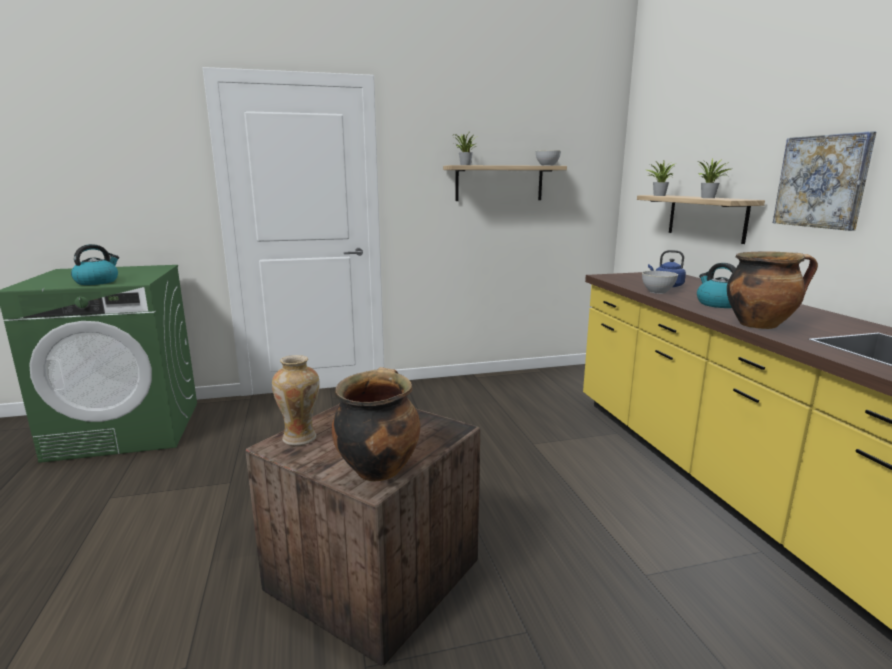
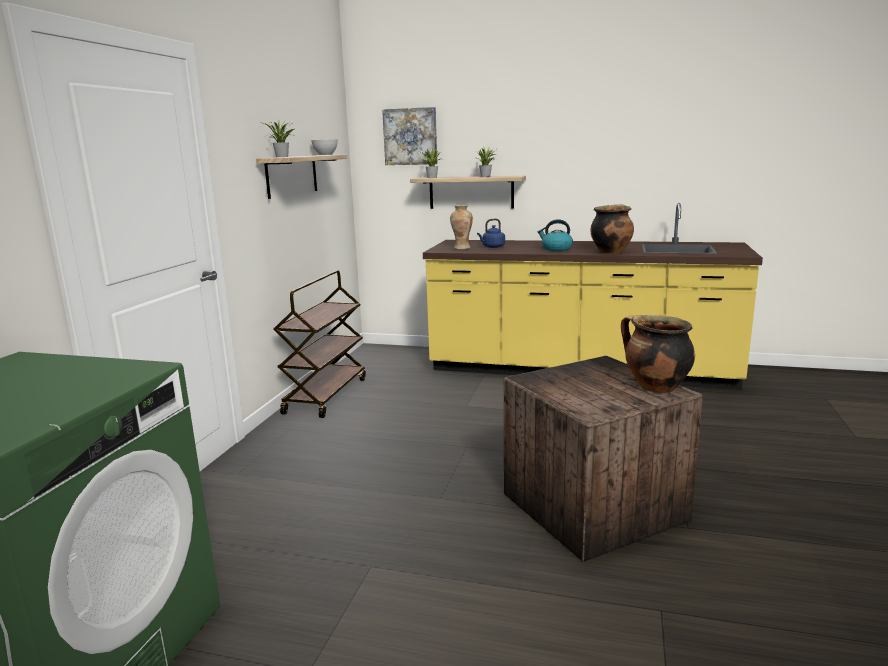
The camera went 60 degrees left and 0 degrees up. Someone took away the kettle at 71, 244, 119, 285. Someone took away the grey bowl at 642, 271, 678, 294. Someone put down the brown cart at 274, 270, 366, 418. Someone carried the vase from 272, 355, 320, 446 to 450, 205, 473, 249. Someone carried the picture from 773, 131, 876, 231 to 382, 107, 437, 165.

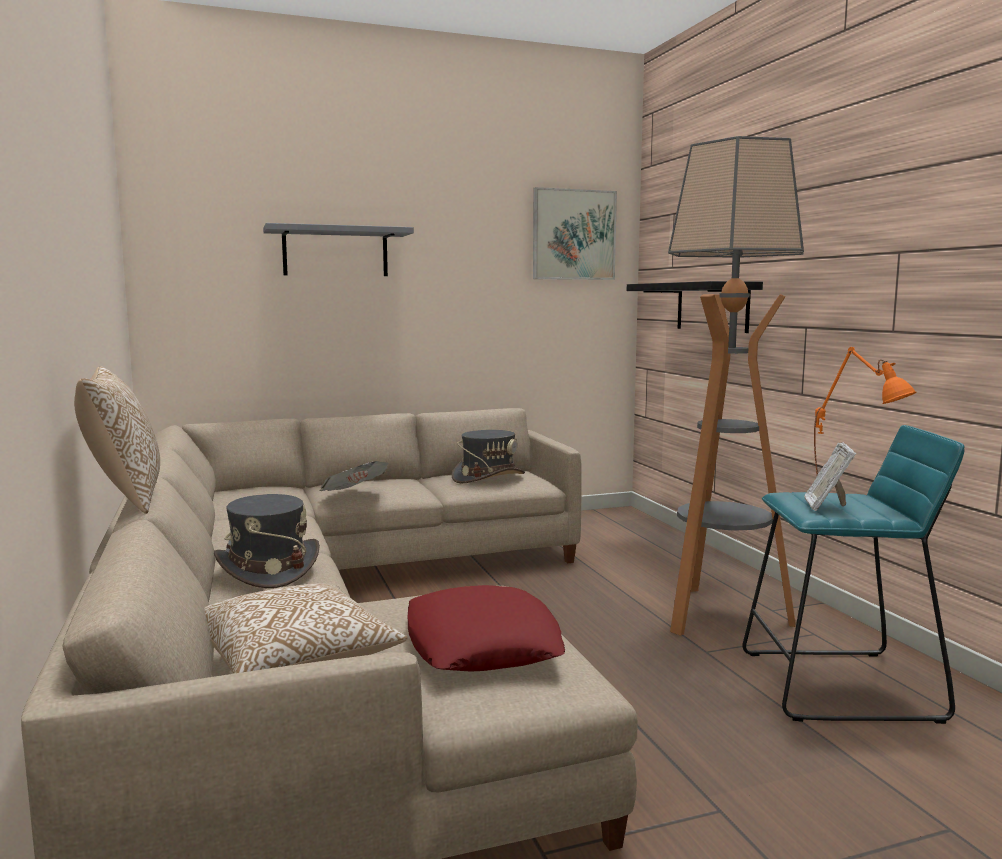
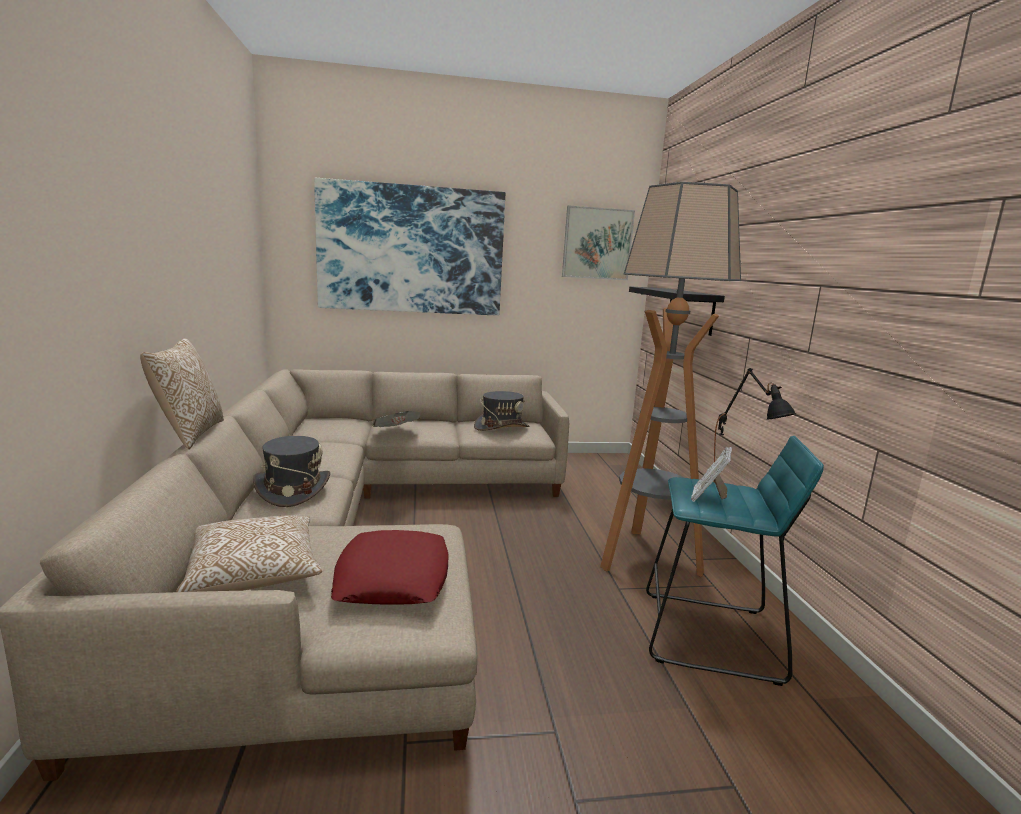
The camera went 10 degrees right and 5 degrees up. Someone swapped the grey shelf at 263, 223, 414, 276 for the picture at 314, 178, 505, 316. Someone repainted the orange table lamp at 814, 347, 917, 475, which became the black table lamp at 714, 368, 796, 483.

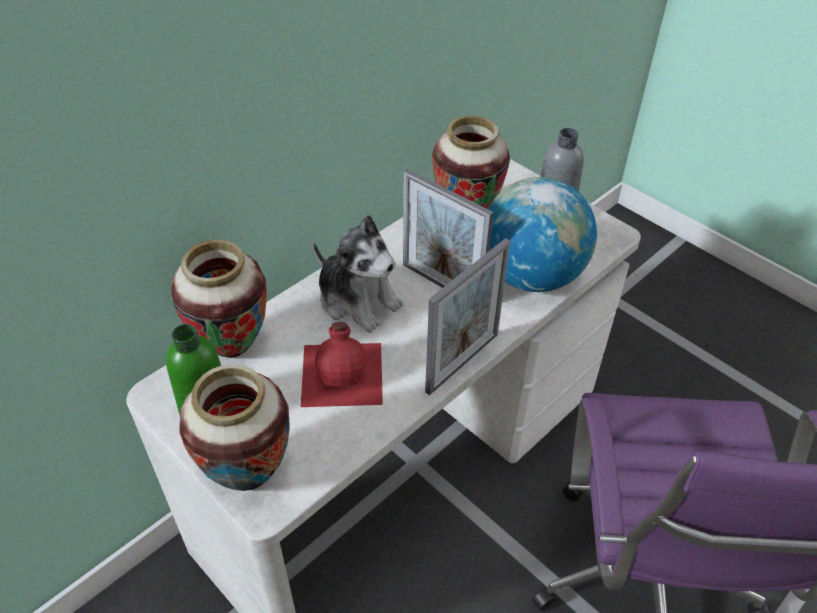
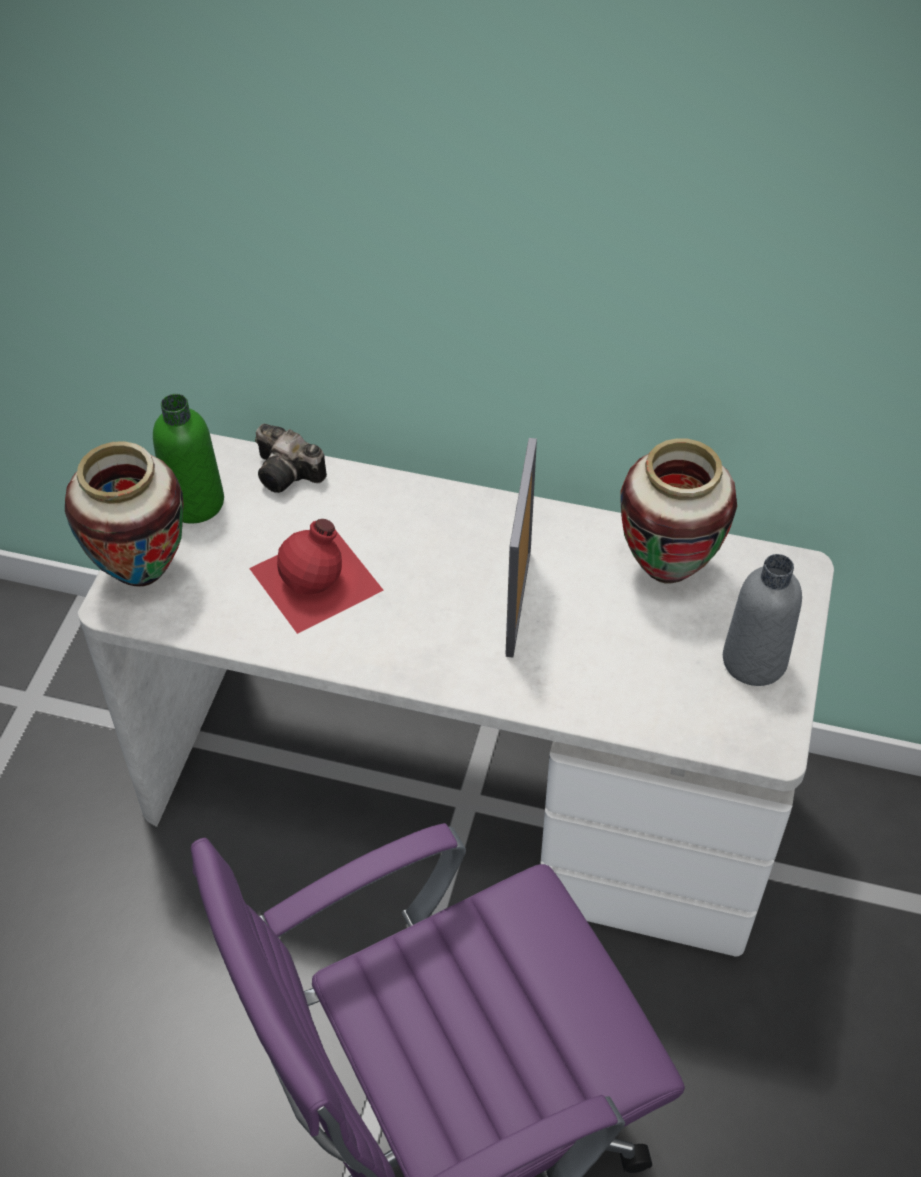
The camera went 60 degrees right and 5 degrees up. Someone took away the plush toy at 313, 215, 403, 333. Someone took away the picture frame at 425, 238, 510, 395. Someone took away the globe at 488, 177, 597, 292. Someone swapped the vase at 171, 240, 267, 358 for the photo camera at 255, 424, 327, 493.

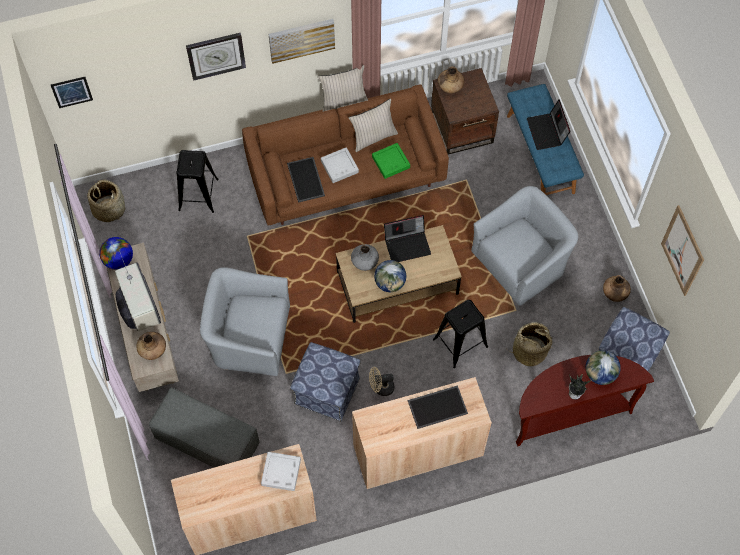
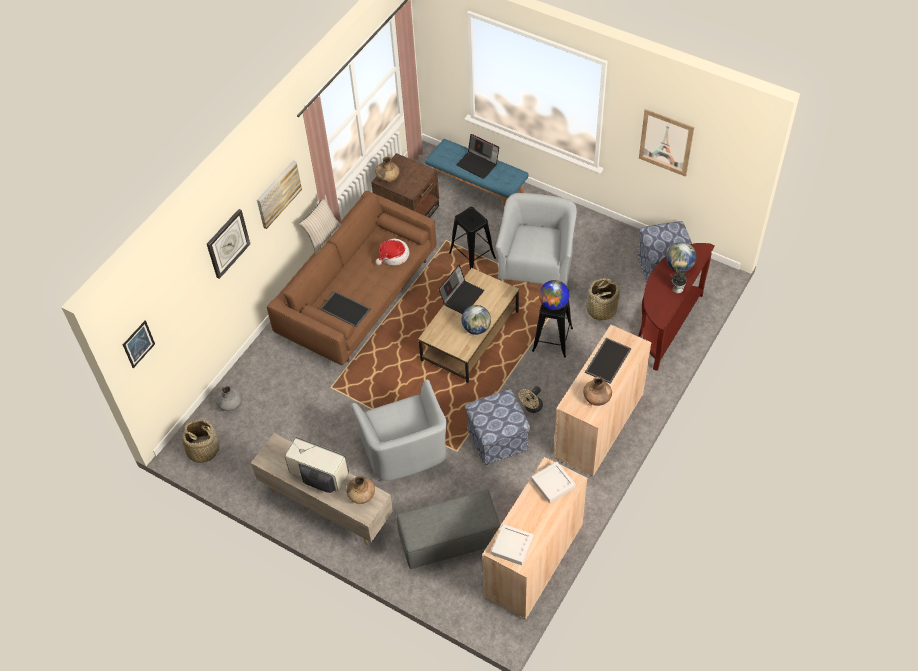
The camera went 40 degrees left and 10 degrees down. Someone took away the beige pillow at 348, 98, 398, 152. Someone carried the globe from 99, 237, 133, 270 to 539, 280, 569, 310. Someone carried the black stool from 176, 150, 219, 213 to 449, 207, 496, 269. Someone carried the grey tray from 321, 147, 359, 183 to 491, 524, 533, 565. Someone carried the grey vase from 351, 244, 379, 271 to 216, 385, 242, 411. Someone carried the brown vase from 603, 275, 631, 302 to 583, 377, 612, 406. Someone swapped the green tray at 372, 143, 410, 179 for the hat at 376, 239, 410, 265. Someone rotated the grey armchair at 200, 267, 290, 376 by 75 degrees counterclockwise.

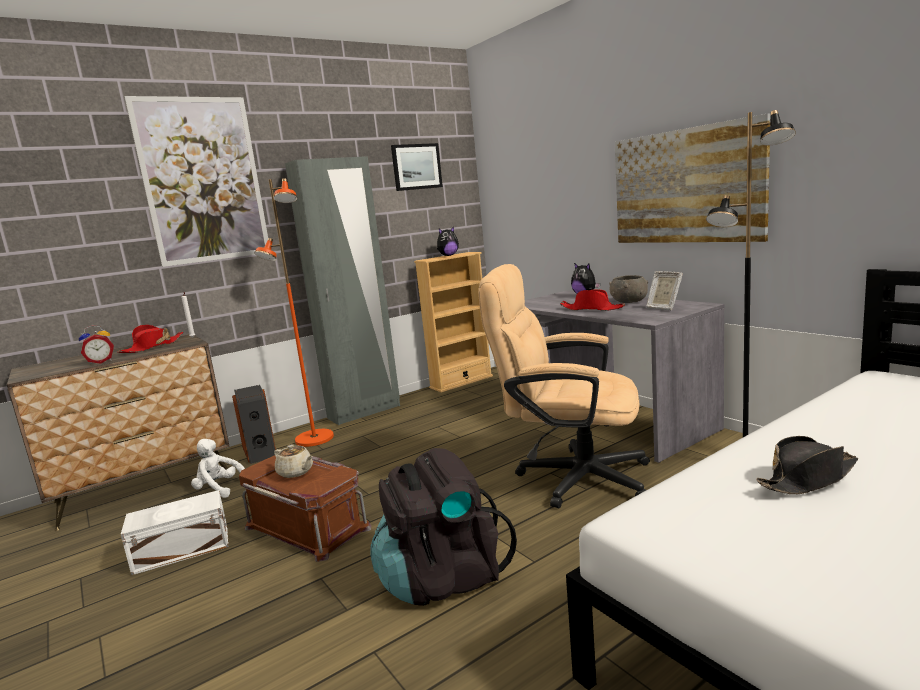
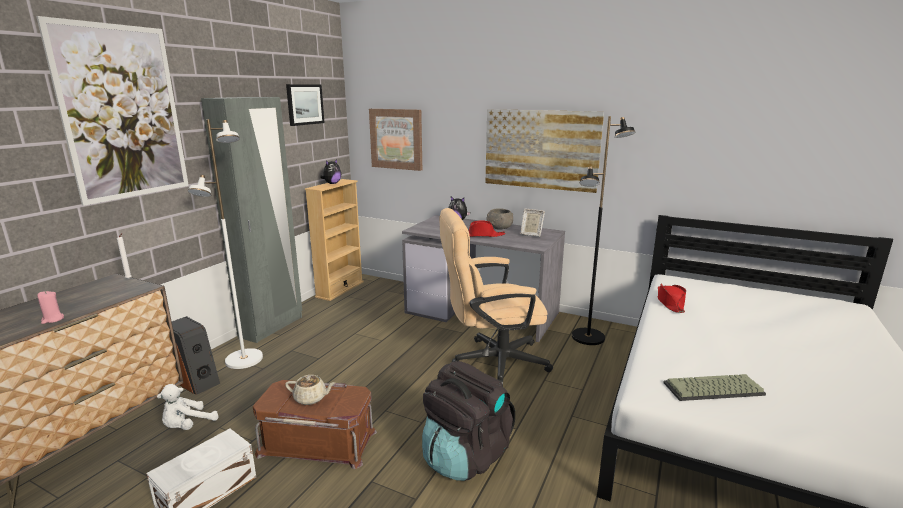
The camera went 30 degrees left and 5 degrees up. Someone took away the black hat at 756, 436, 858, 494. Someone put up the picture at 369, 109, 422, 171. Someone put down the keyboard at 663, 374, 766, 401. Someone carried the red hat from 117, 325, 183, 353 to 658, 284, 686, 313. Someone swapped the alarm clock at 79, 326, 114, 365 for the pink candle at 37, 291, 64, 324. Someone repainted the orange floor lamp at 254, 178, 334, 447, which became the white floor lamp at 188, 119, 263, 369. Someone rotated the white plush toy at 191, 439, 245, 498 by 45 degrees counterclockwise.

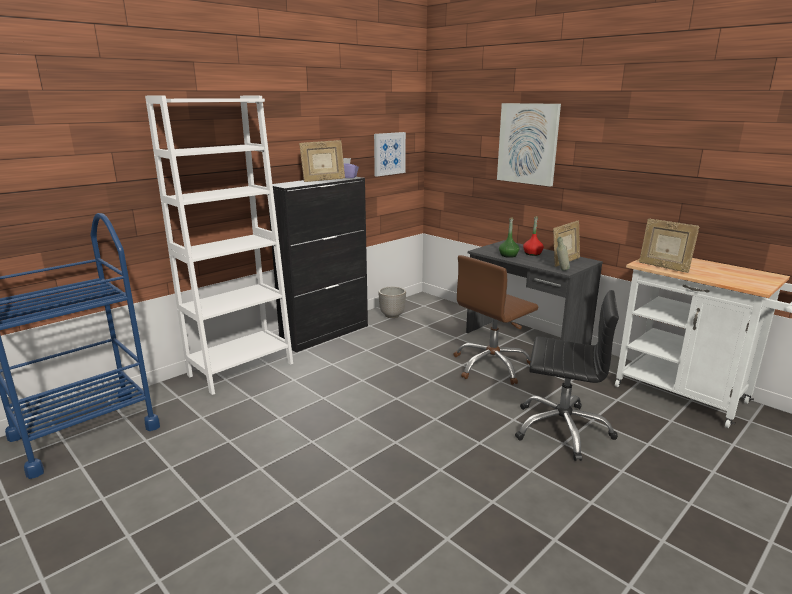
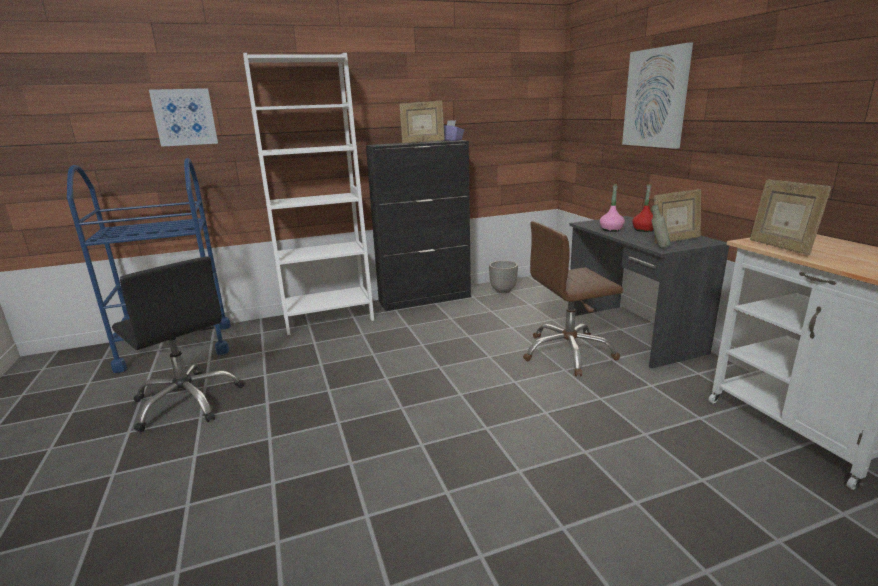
The camera went 25 degrees right and 0 degrees up. Someone carried the picture from 374, 132, 406, 177 to 149, 88, 218, 147. Someone carried the black office chair from 515, 290, 619, 461 to 112, 256, 244, 432. Someone repainted the green bottle at 499, 217, 519, 258, which became the pink bottle at 600, 184, 625, 232.

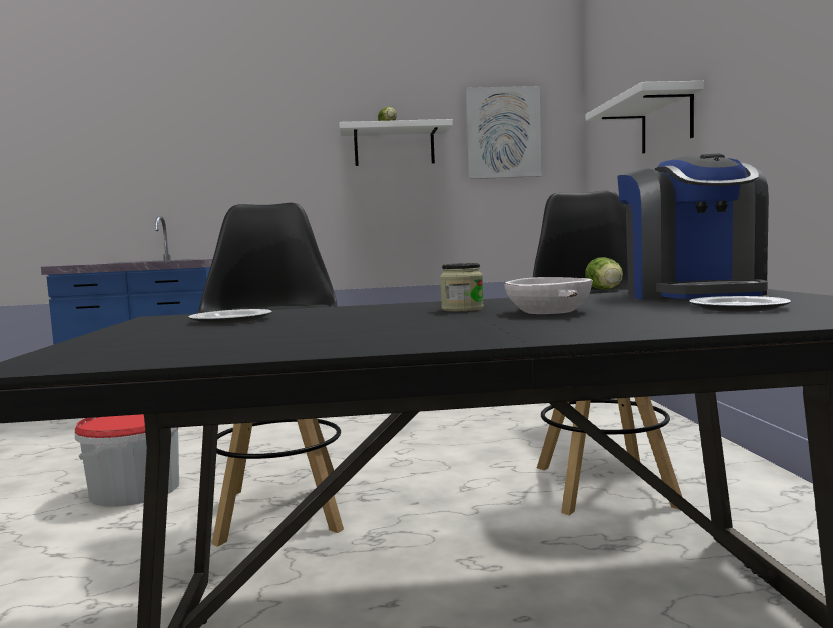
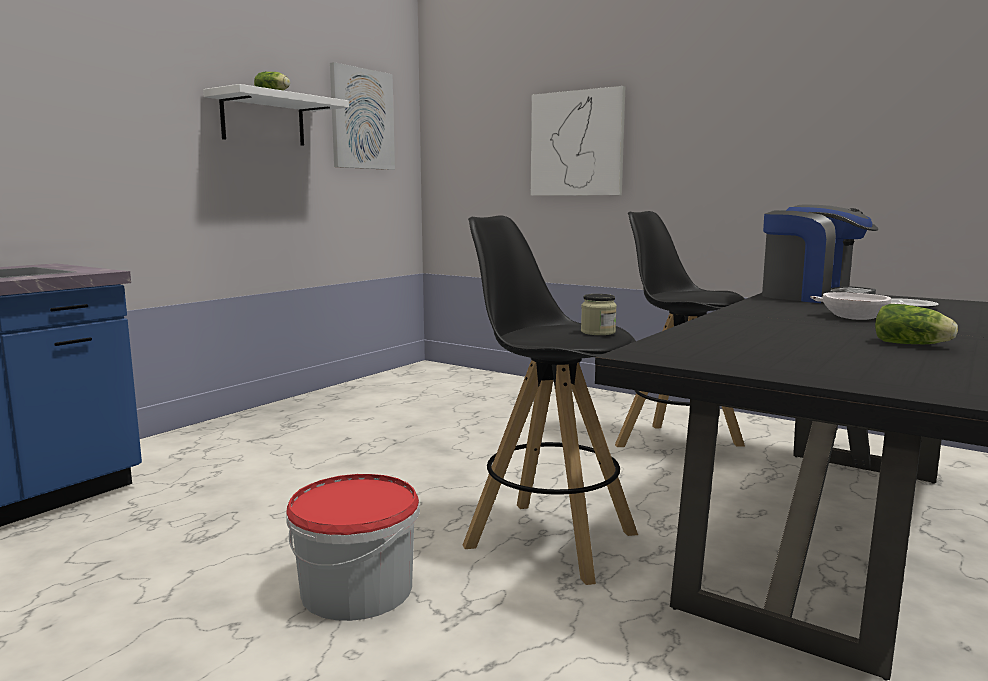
The camera went 50 degrees left and 5 degrees up. Someone took away the plate at 189, 309, 272, 324. Someone carried the jar from 440, 263, 484, 311 to 581, 294, 617, 335. Someone carried the lettuce from 585, 257, 623, 290 to 875, 304, 958, 344. Someone swapped the white shelf at 586, 81, 704, 154 for the picture at 531, 86, 625, 196.

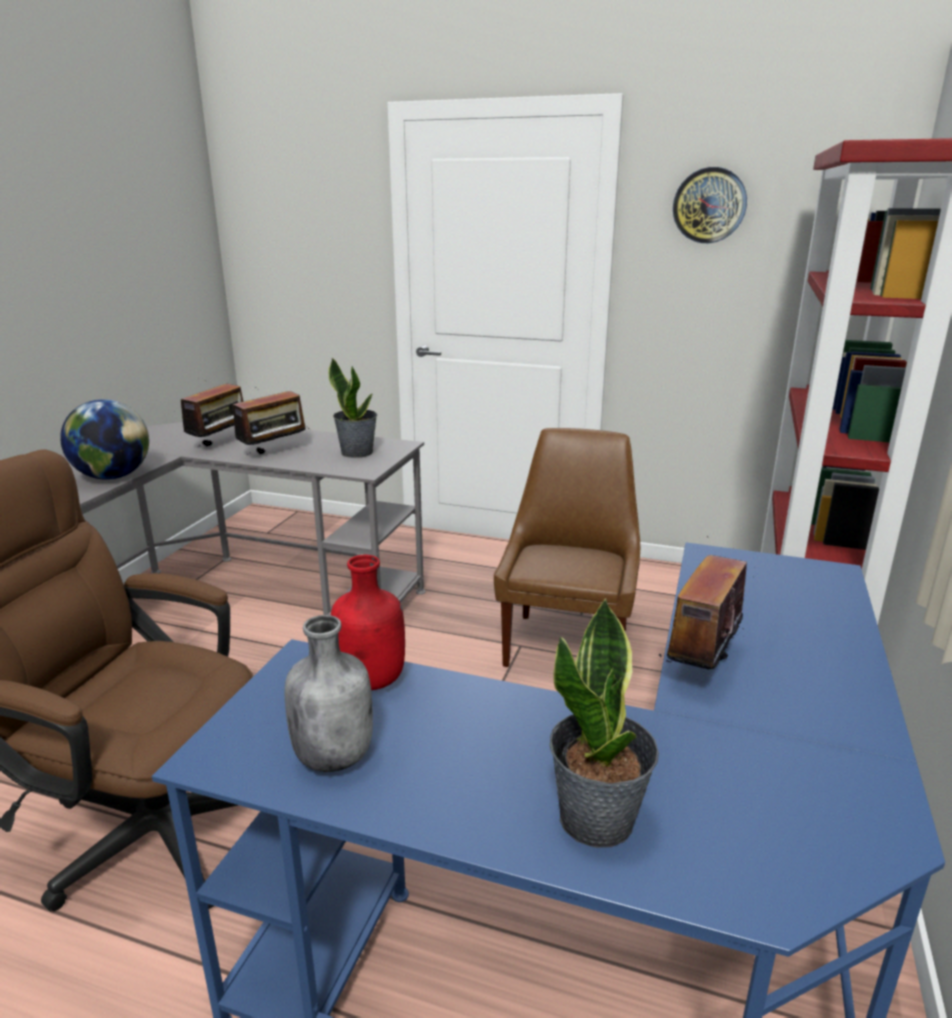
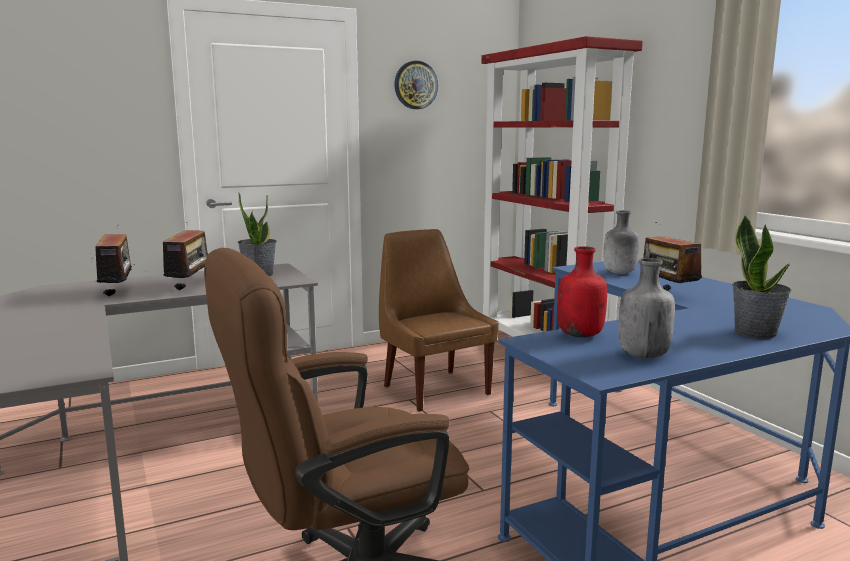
The camera went 45 degrees left and 10 degrees down. Someone took away the globe at 60, 399, 149, 480. Someone put down the grey bottle at 604, 210, 639, 274.

